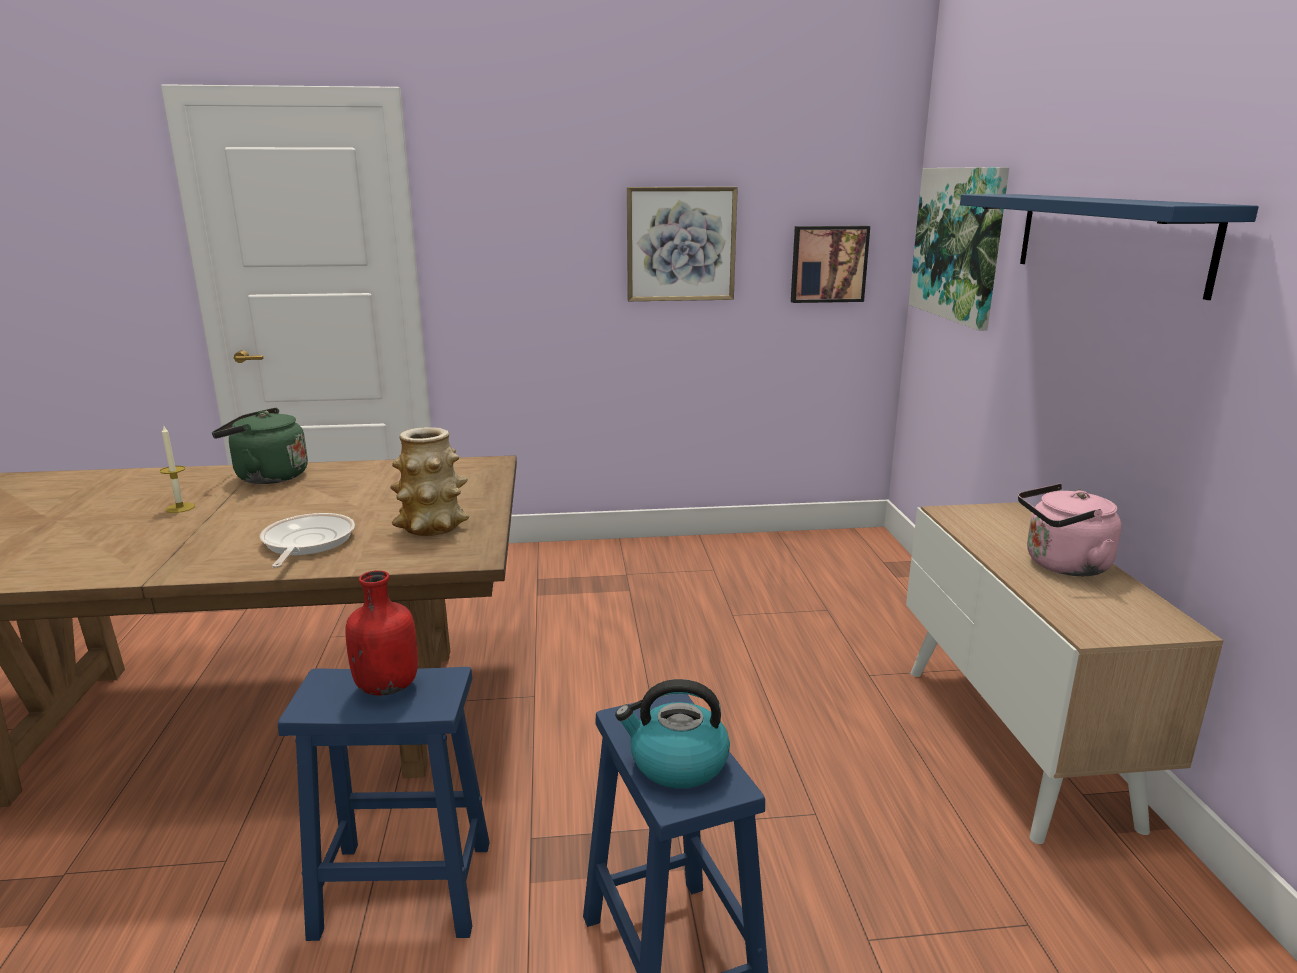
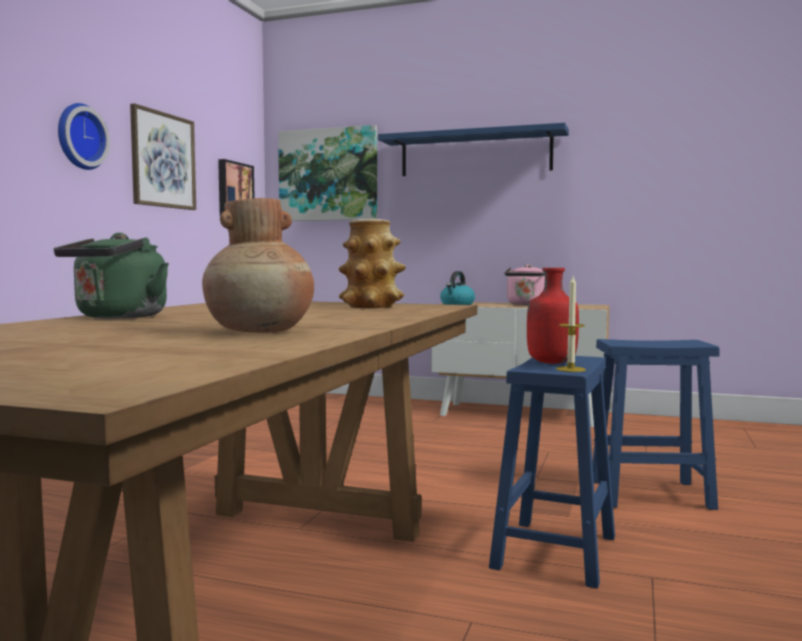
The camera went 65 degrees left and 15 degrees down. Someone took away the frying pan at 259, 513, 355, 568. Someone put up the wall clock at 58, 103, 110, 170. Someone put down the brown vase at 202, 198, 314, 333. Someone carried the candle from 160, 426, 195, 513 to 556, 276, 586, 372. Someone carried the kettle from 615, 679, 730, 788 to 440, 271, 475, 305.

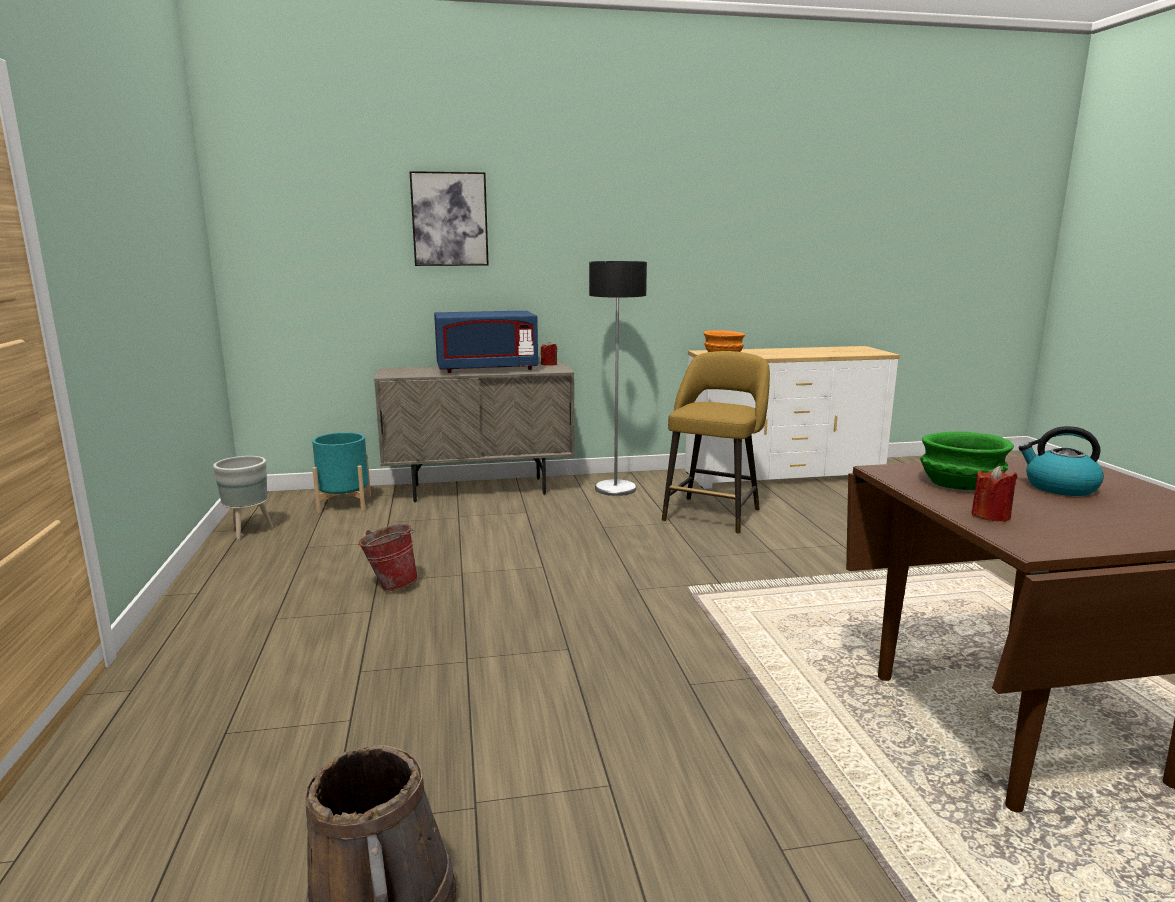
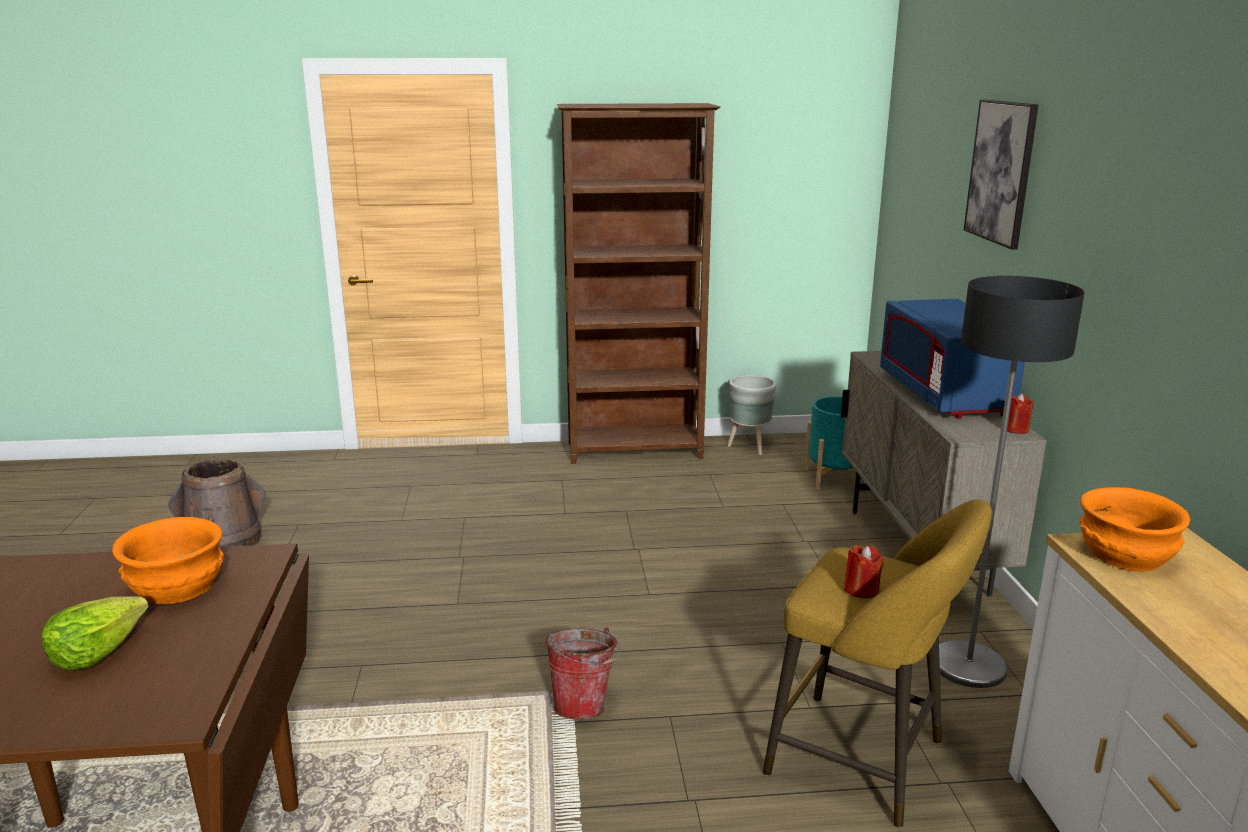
The camera went 95 degrees right and 5 degrees up. Someone put down the brown bookcase at 556, 103, 721, 464. Someone carried the bucket from 358, 524, 418, 591 to 545, 627, 621, 720. Someone carried the red candle from 971, 466, 1018, 522 to 844, 545, 884, 598. Someone swapped the kettle at 1018, 426, 1104, 496 for the lettuce at 42, 596, 149, 670. Someone repainted the green bowl at 920, 431, 1014, 490, which became the orange bowl at 112, 517, 224, 604.

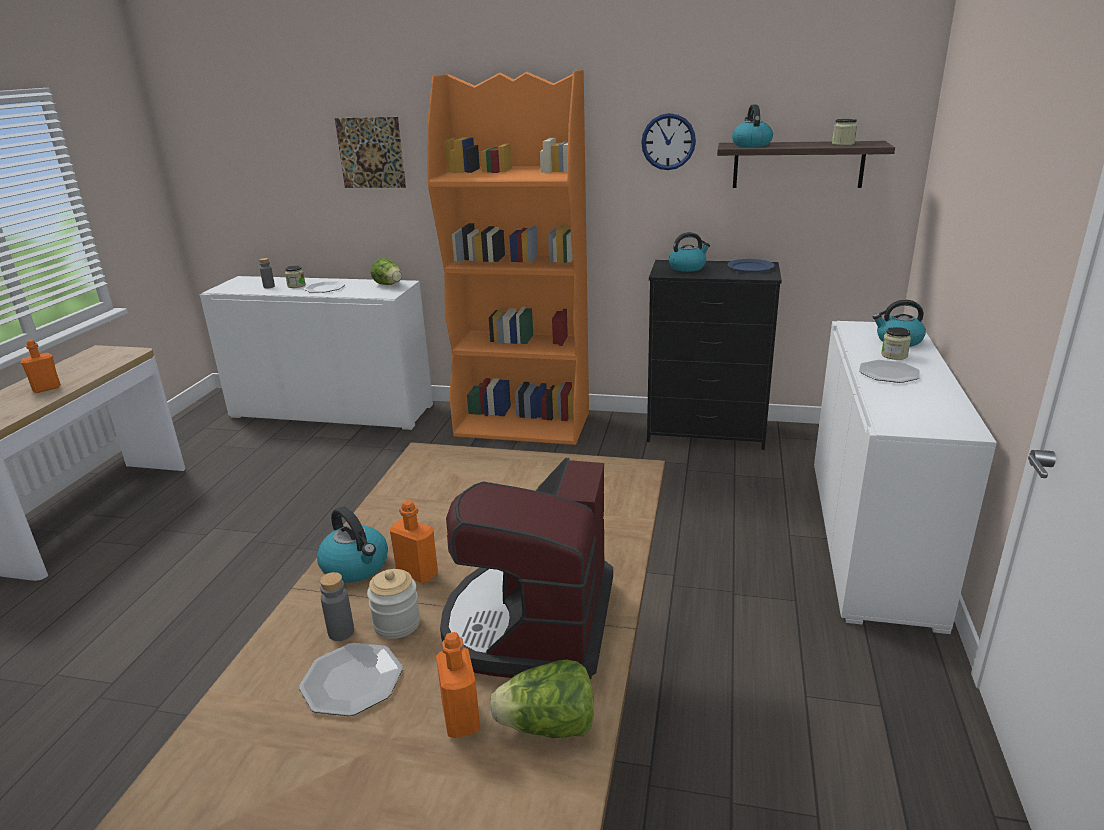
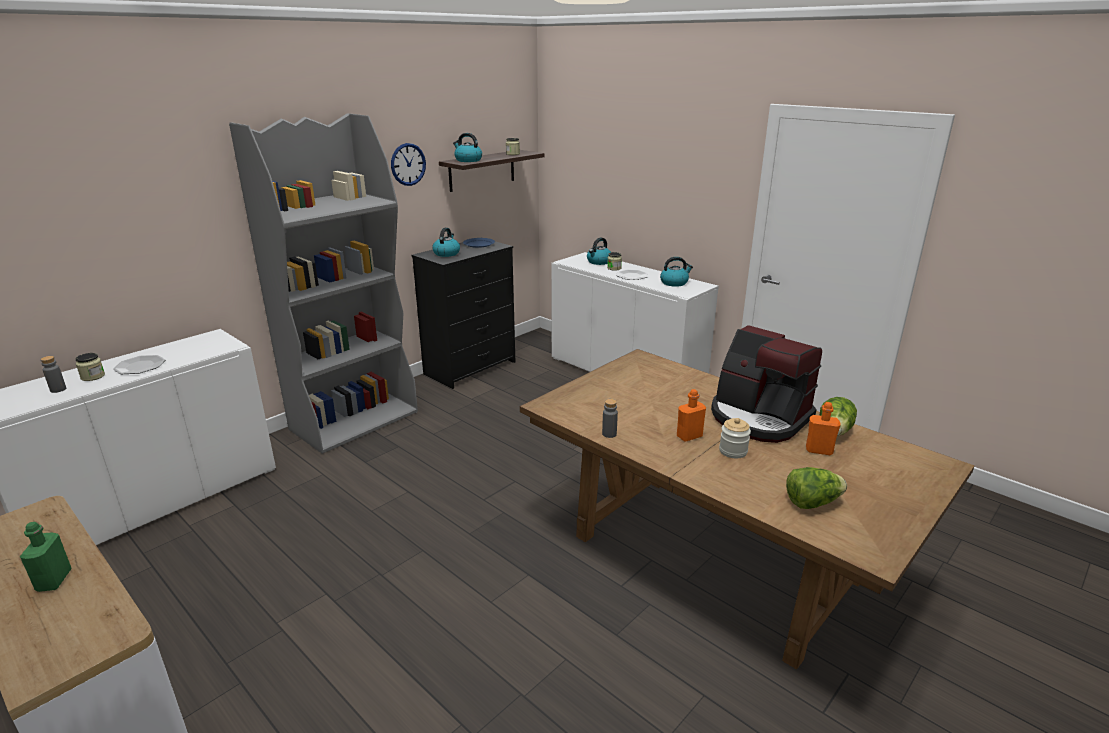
The camera went 60 degrees left and 0 degrees up. Someone took away the plate at 299, 643, 403, 716. Someone took away the picture at 335, 117, 406, 188. Someone carried the kettle from 317, 507, 388, 583 to 660, 257, 693, 287. Someone carried the grey bottle from 320, 572, 354, 641 to 602, 399, 618, 438. Someone carried the lettuce from 370, 258, 402, 285 to 786, 467, 847, 509. Someone repainted the orange bottle at 20, 340, 61, 393, which became the green bottle at 20, 522, 72, 592. Someone repainted the orange bookcase at 427, 70, 589, 445, which became the grey bookcase at 229, 113, 418, 454.

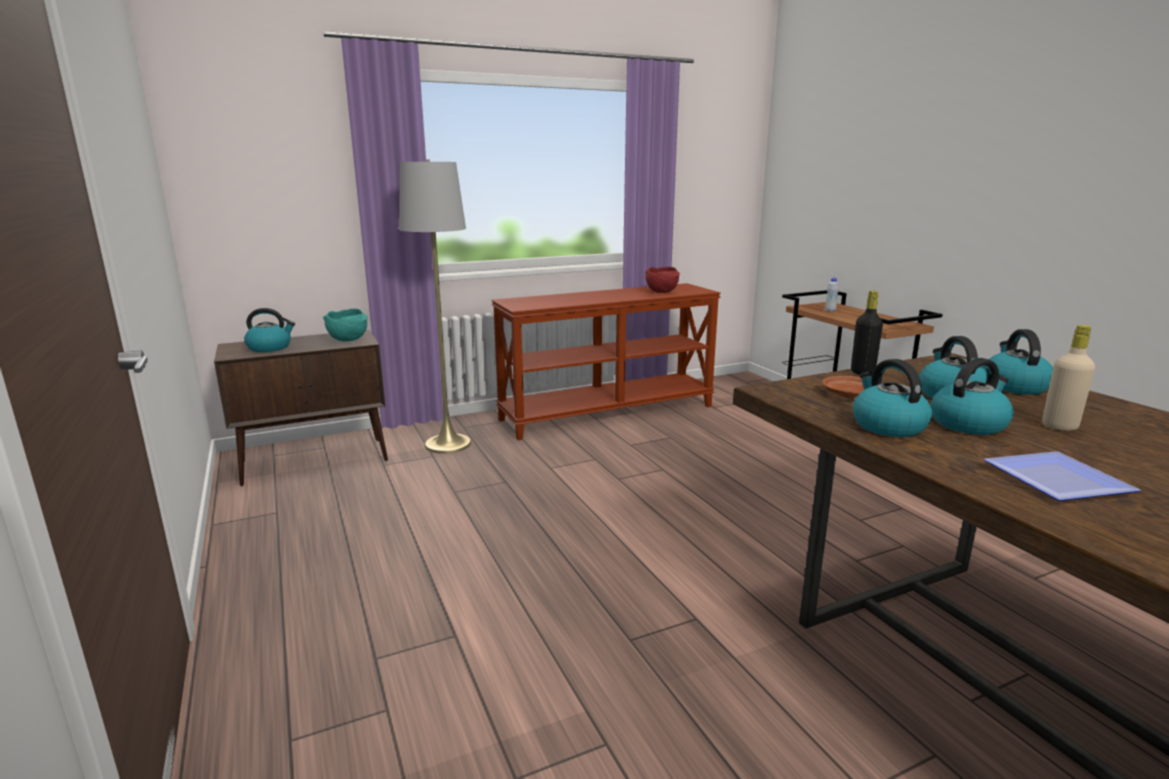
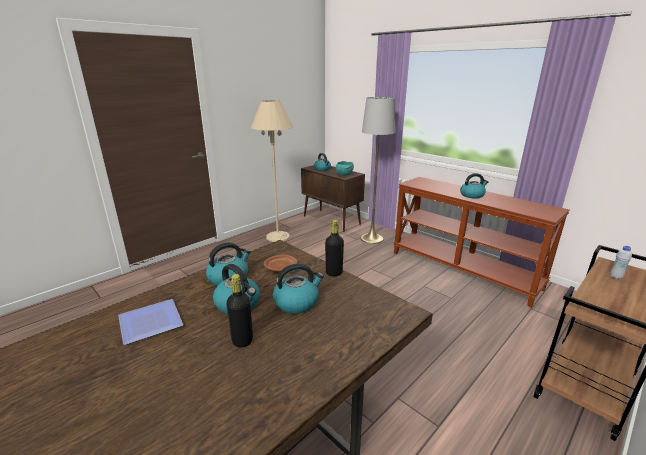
The camera went 70 degrees right and 5 degrees up. Someone took away the red bowl at 645, 267, 680, 293. Someone put down the beige floor lamp at 251, 100, 293, 242. Someone carried the kettle from 983, 329, 1053, 395 to 460, 173, 488, 199. Someone repainted the beige bottle at 1042, 325, 1095, 431, which became the black bottle at 226, 274, 253, 348.

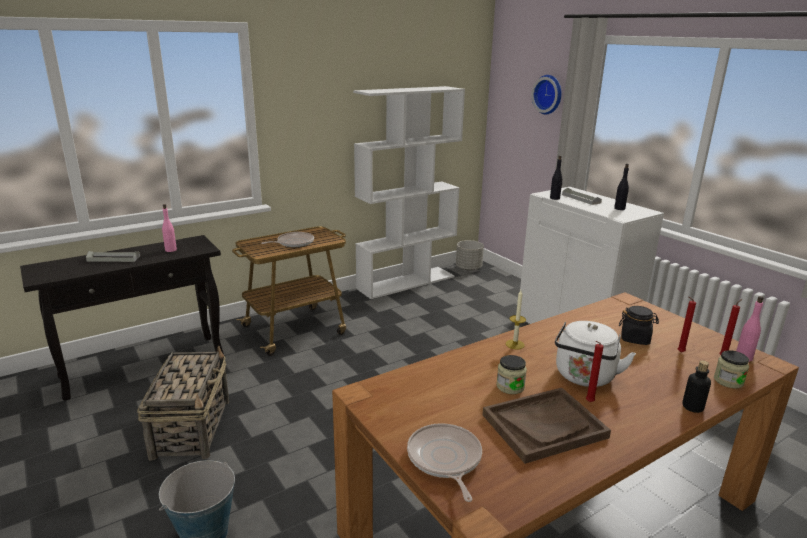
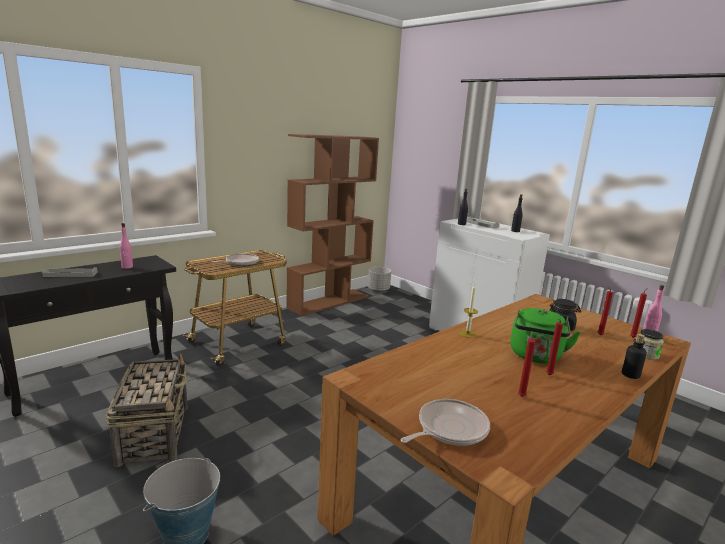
The camera went 10 degrees left and 5 degrees down. Someone took away the jar at 496, 355, 527, 394. Someone took away the wall clock at 531, 75, 561, 114. Someone swapped the brown tray at 482, 388, 611, 464 for the red candle at 518, 332, 536, 397. Someone repainted the white bookcase at 353, 86, 465, 299, which became the brown bookcase at 286, 134, 379, 316. Someone repainted the white kettle at 555, 321, 636, 387, which became the green kettle at 510, 308, 581, 363. Someone rotated the frying pan at 407, 423, 482, 502 by 75 degrees clockwise.

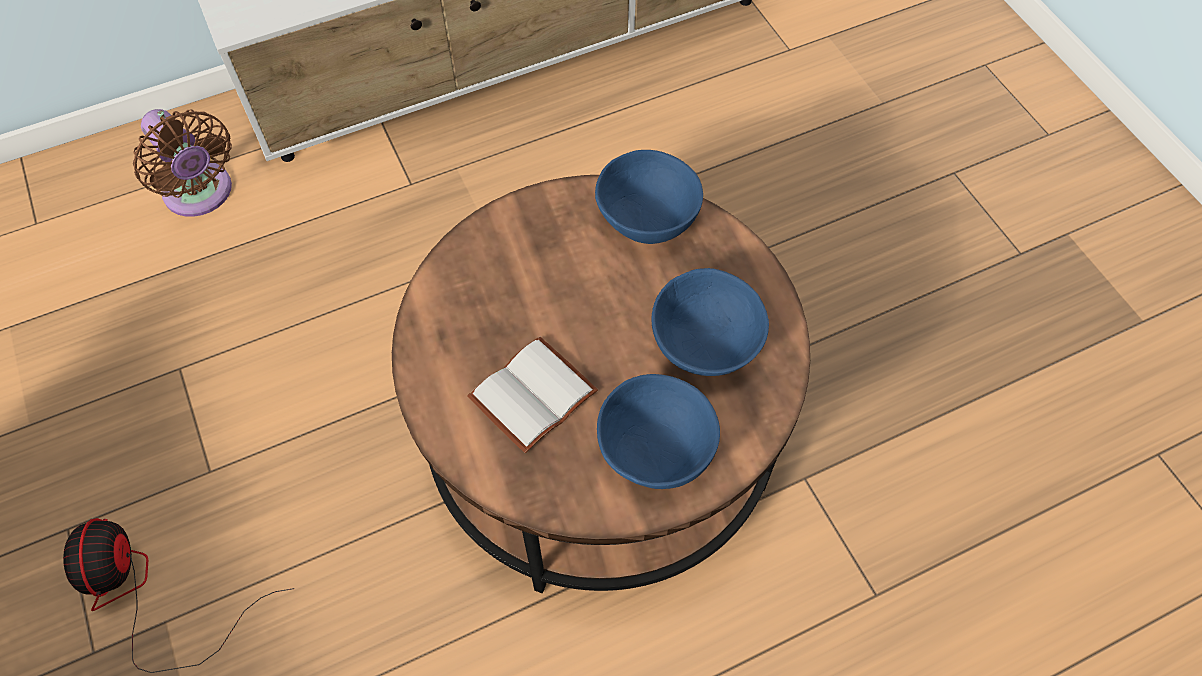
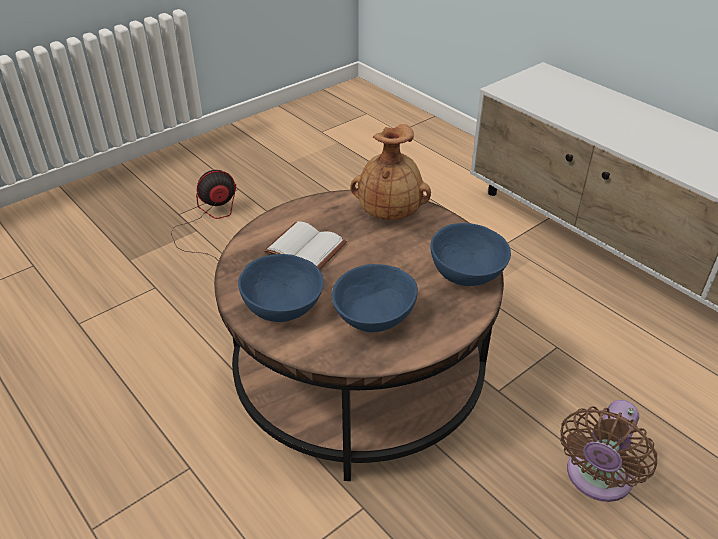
The camera went 75 degrees right and 20 degrees down. Someone put down the brown vase at 350, 124, 431, 220. Someone carried the brown fan from 133, 109, 232, 217 to 560, 400, 657, 502.

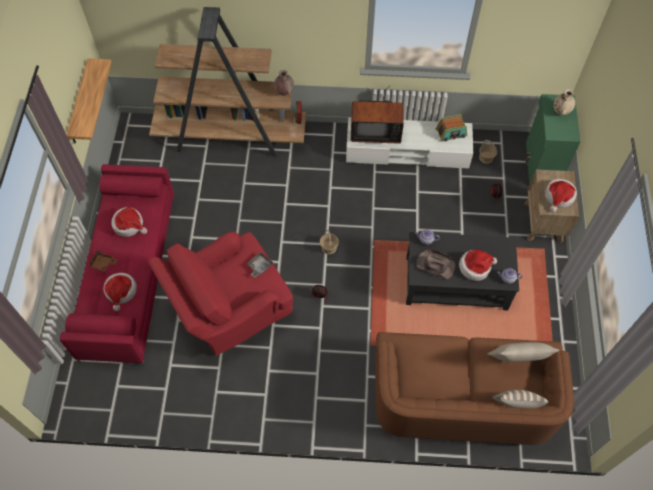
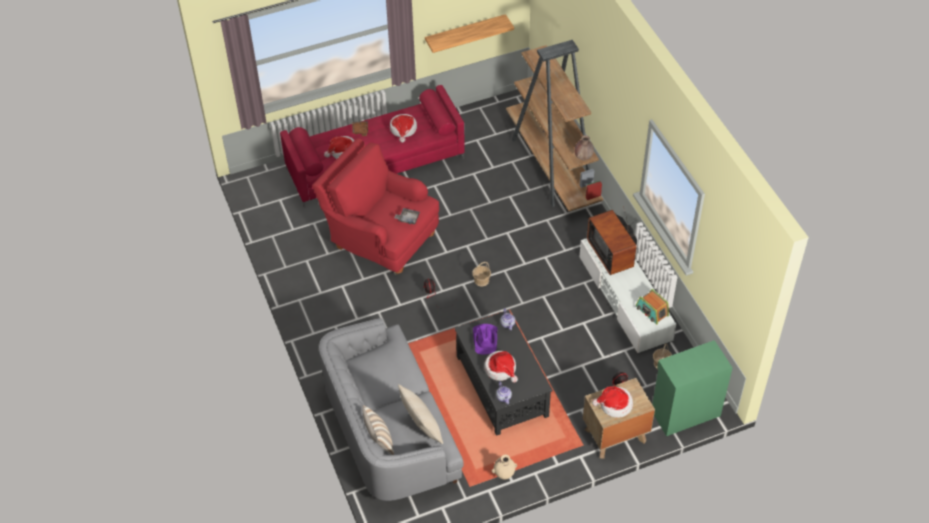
The camera went 65 degrees right and 10 degrees down. Someone carried the beige vase from 554, 89, 575, 115 to 492, 455, 517, 480. Someone repainted the brown sofa at 375, 332, 574, 445, which became the grey sofa at 319, 318, 464, 501. Someone repainted the brown hat at 417, 249, 455, 279, which became the purple hat at 473, 324, 498, 355.

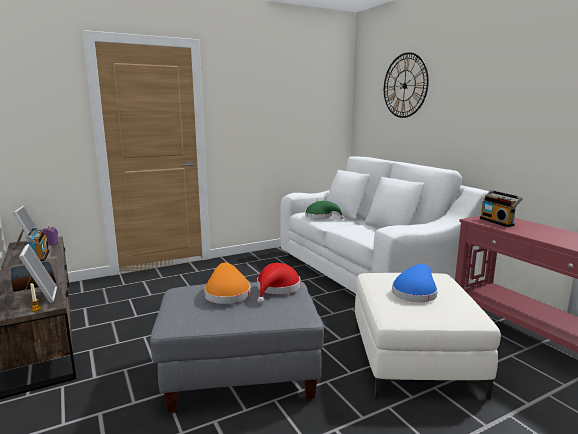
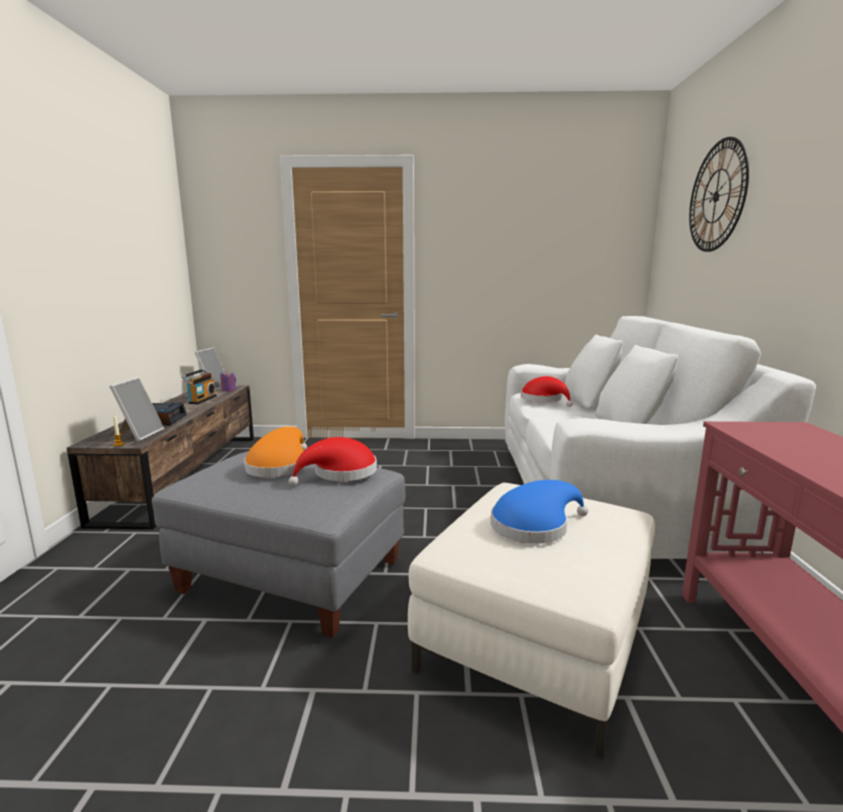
The camera went 30 degrees right and 0 degrees up. Someone took away the radio at 480, 190, 522, 227. Someone repainted the green hat at 305, 201, 344, 219, which became the red hat at 521, 376, 573, 407.

